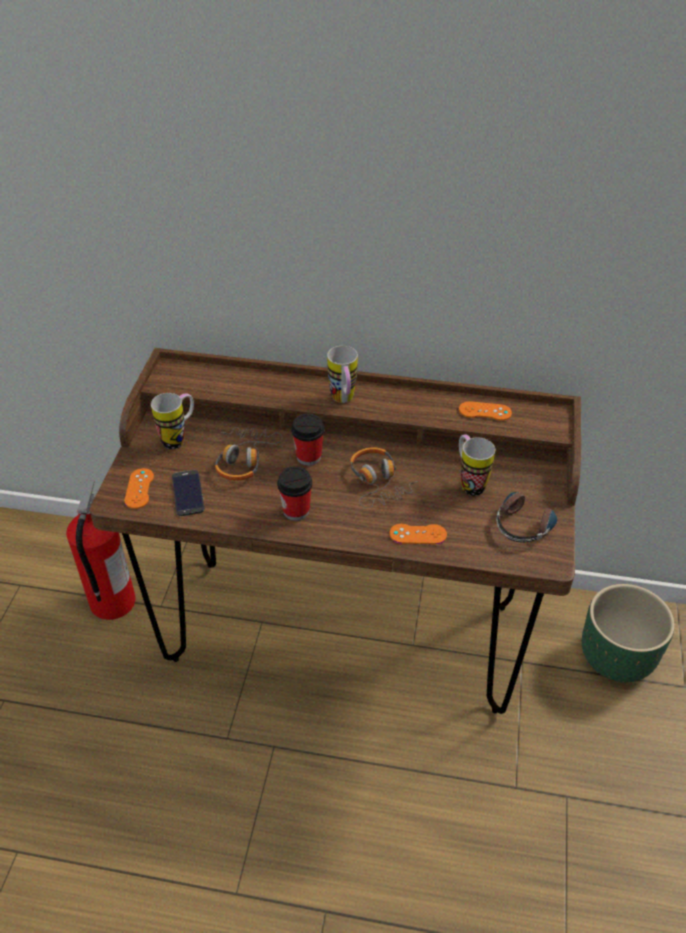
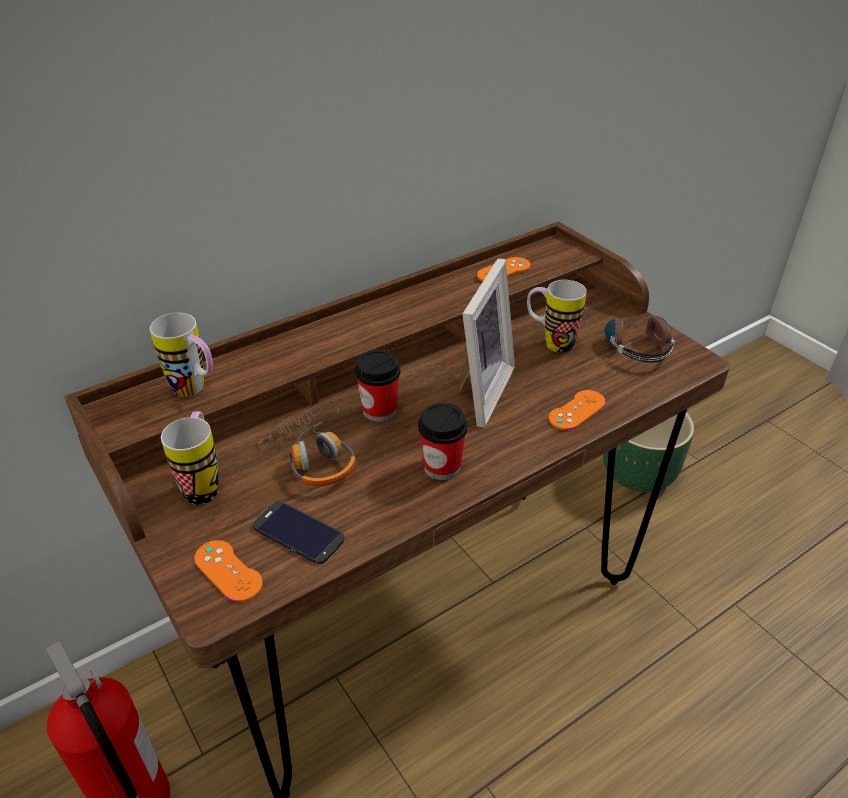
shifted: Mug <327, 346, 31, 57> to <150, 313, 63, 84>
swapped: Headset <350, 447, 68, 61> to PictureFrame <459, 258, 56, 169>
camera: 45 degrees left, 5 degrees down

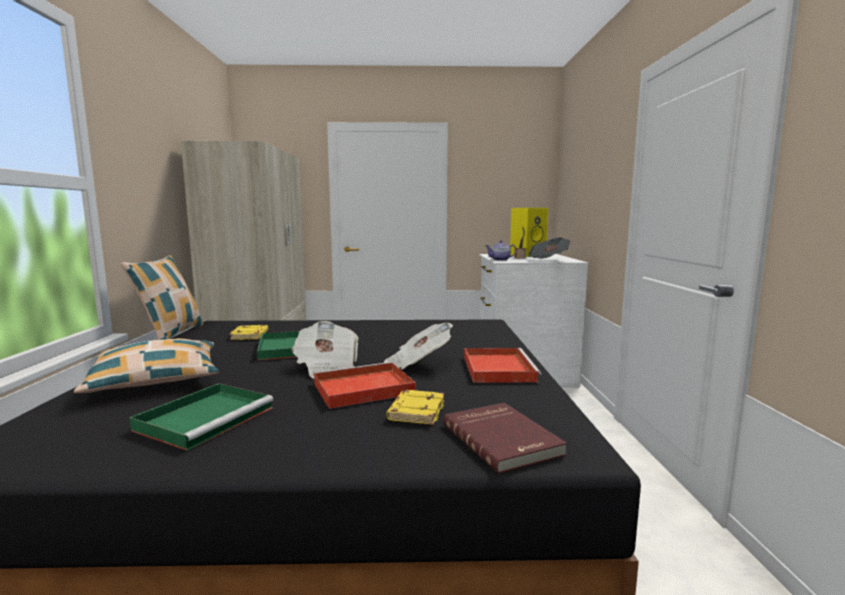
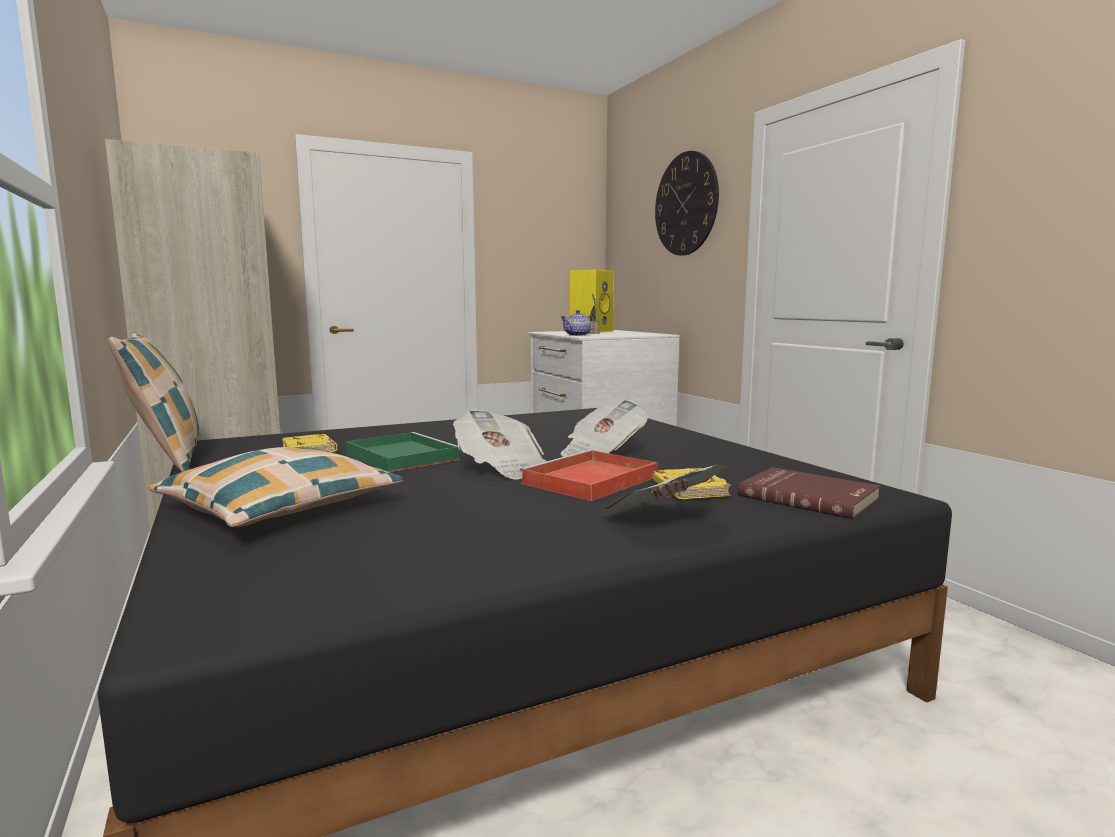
gone: GreenServingTray <129, 383, 144, 68>; RedServingTray <464, 348, 77, 35>
new: WallClock <655, 151, 64, 105>
shifted: Newspaper <528, 237, 43, 22> to <600, 464, 127, 48>
camera: 25 degrees left, 0 degrees up

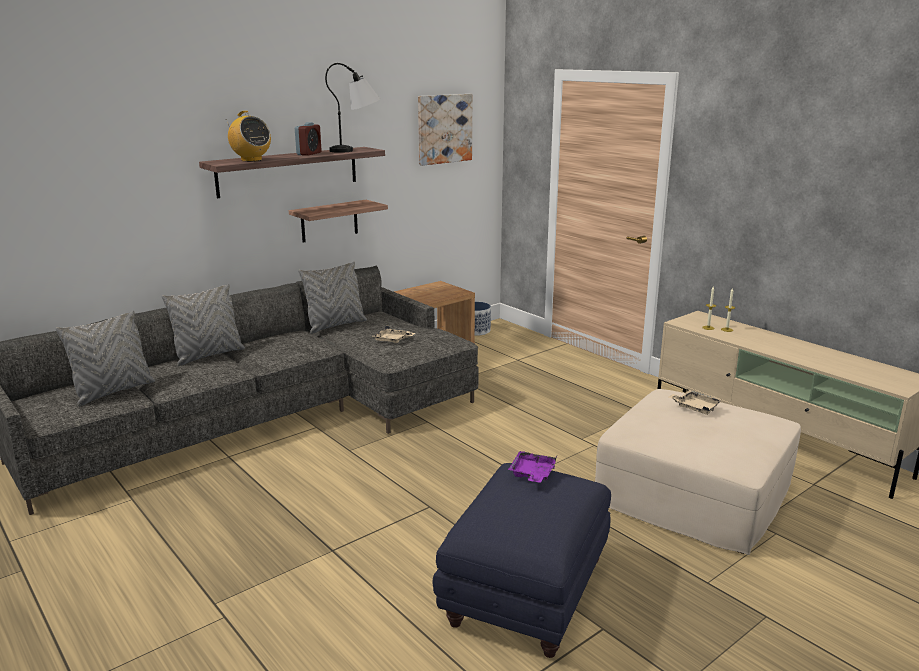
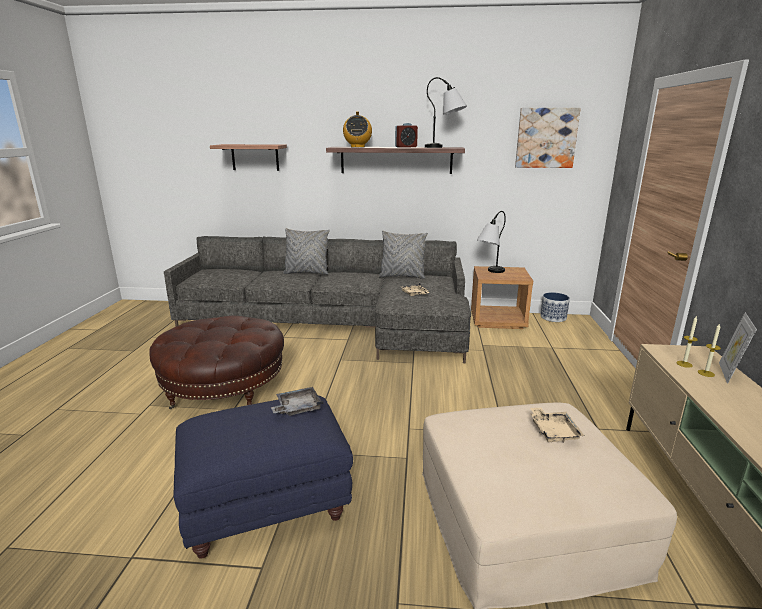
gone: GreyishPillow <56, 310, 99, 97>
new: BrownFootrest <149, 315, 135, 94>; LampForATable <477, 211, 29, 62>; PictureFrame <719, 313, 38, 71>
shifted: WallShelf <289, 200, 99, 43> to <210, 144, 77, 27>
repainted: PurplishServingTray <508, 451, 49, 32> to GreyishServingTray <271, 387, 52, 29>
camera: 45 degrees right, 0 degrees up

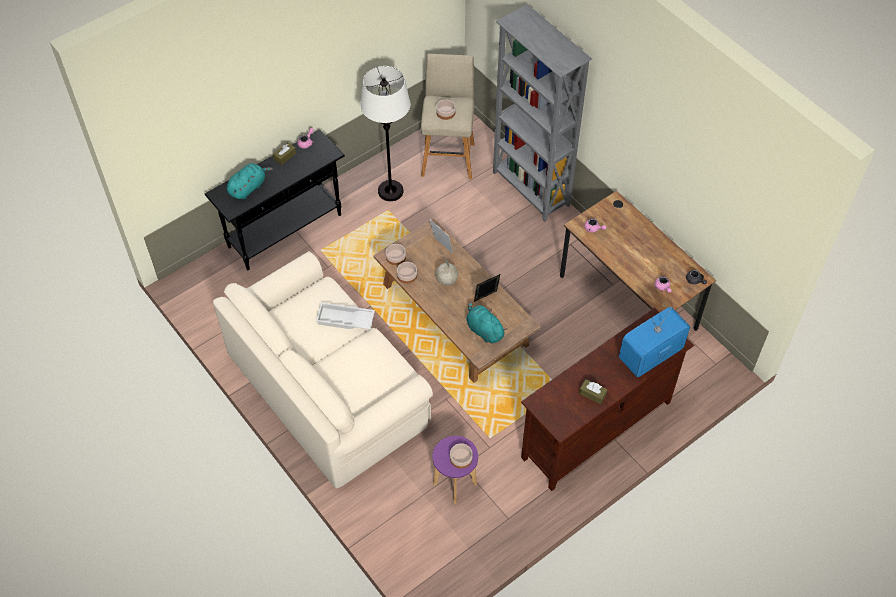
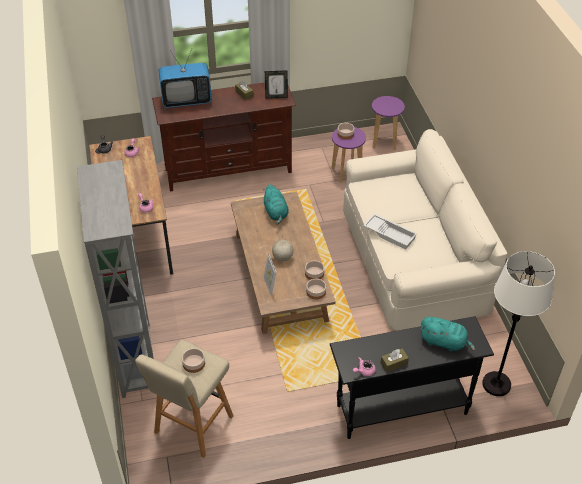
new: PurplishStoolSeat <372, 96, 33, 54>
shifted: PictureFrame <474, 274, 26, 28> to <265, 70, 23, 29>; WhitishStandardLamp <360, 66, 50, 135> to <482, 251, 73, 145>
rotated: TurquoiseColouredCuddlyToy <226, 163, 47, 36> = <420, 317, 55, 34> 135 degrees counterclockwise
camera: 155 degrees left, 10 degrees down

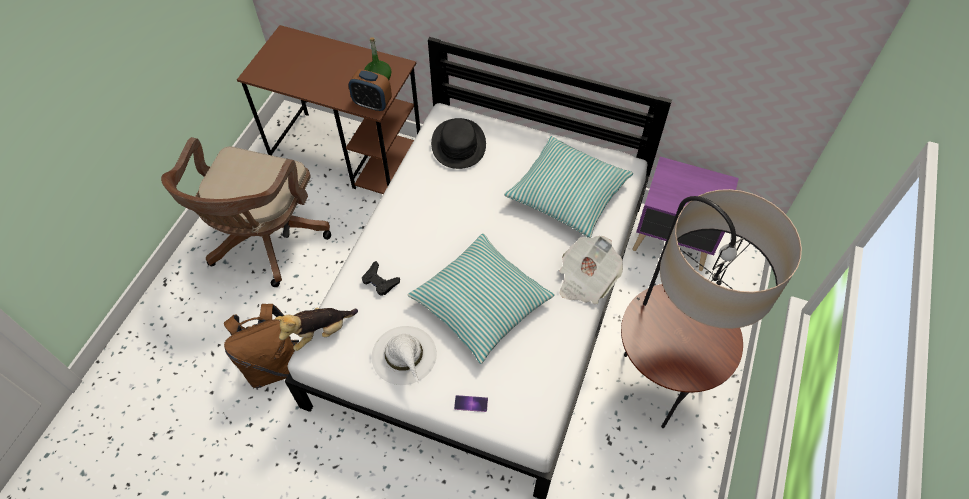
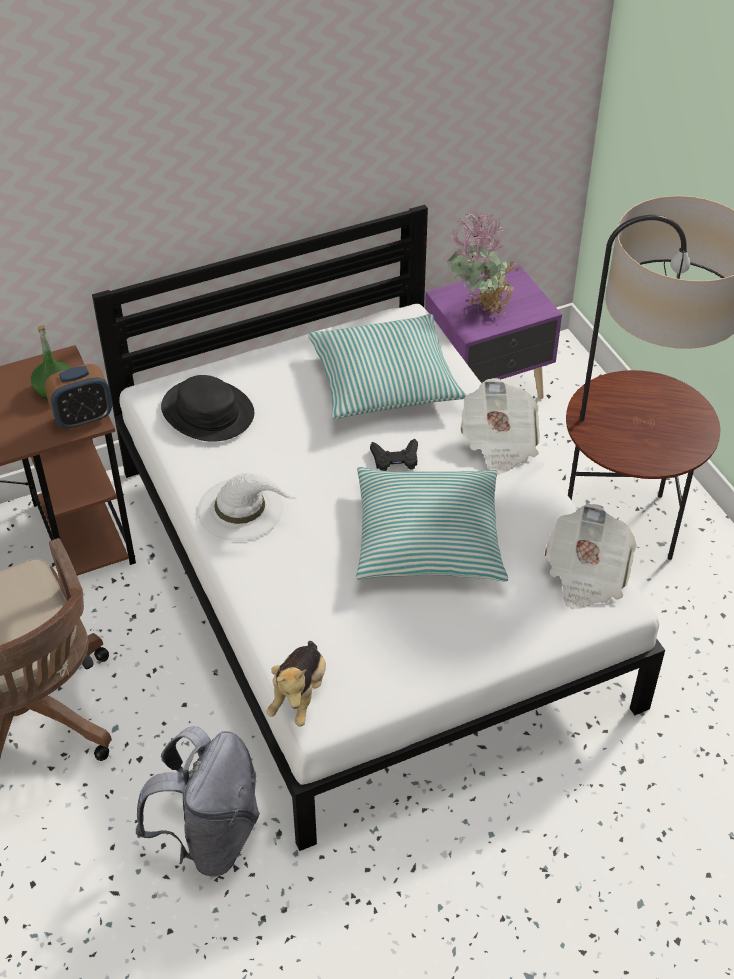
gone: Handset <454, 395, 34, 17>
new: Houseplant <448, 212, 72, 105>; Newspaper <545, 504, 91, 105>
shifted: WhitishClothingHat <372, 326, 65, 59> to <197, 473, 98, 68>; BlackColouredGamepad <362, 261, 38, 35> to <370, 439, 48, 32>
repainted: BrownBackpack <224, 304, 75, 84> to GreyishBackpack <136, 726, 124, 150>
camera: 45 degrees left, 10 degrees down

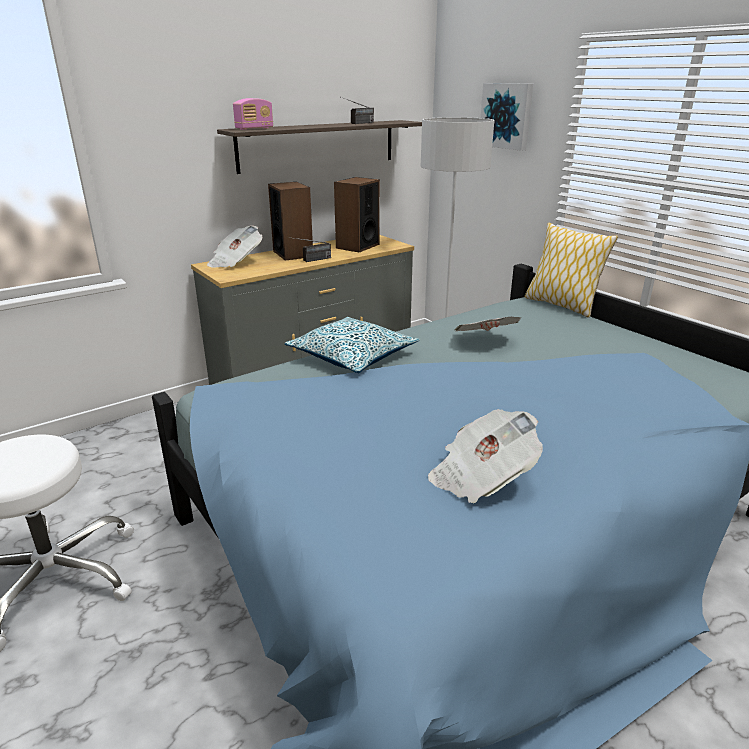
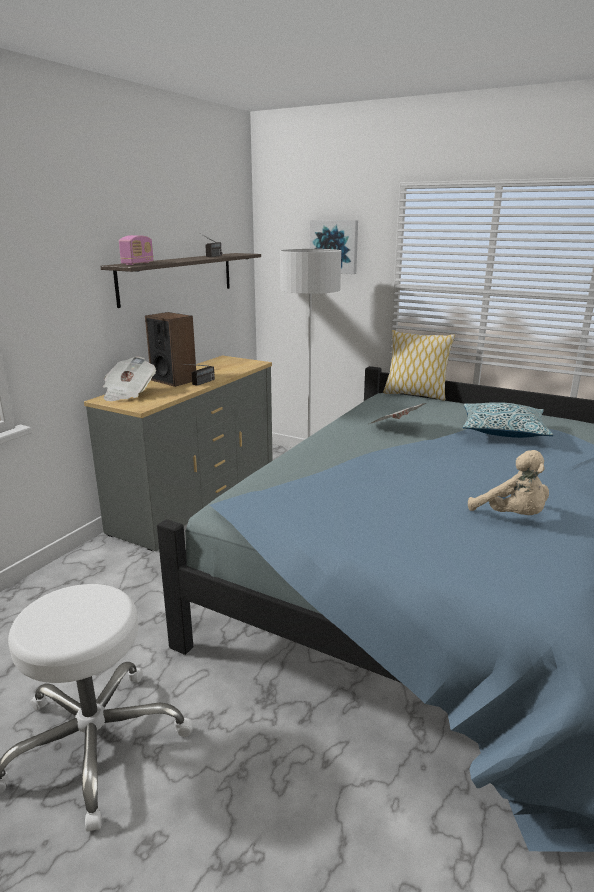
gone: Speaker <334, 177, 46, 75>
shifted: Pillow <285, 317, 135, 56> to <463, 402, 90, 36>
swapped: Newspaper <428, 409, 115, 95> to BeigeCuddlyToy <468, 450, 81, 65>
camera: 25 degrees left, 5 degrees down

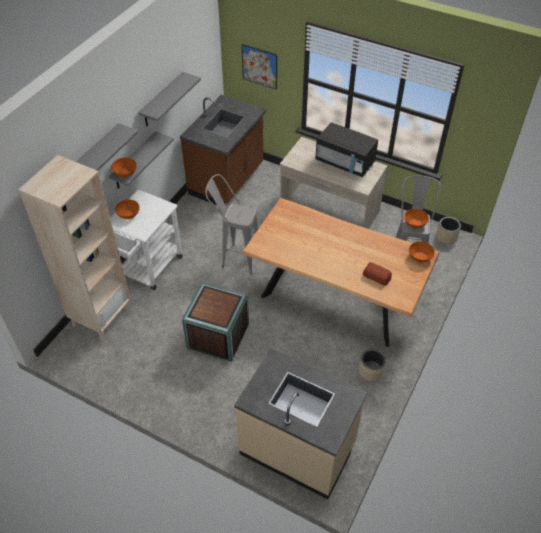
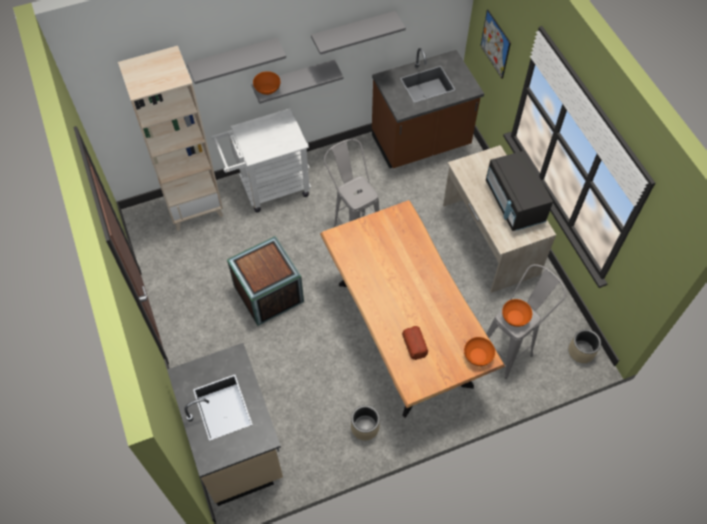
gone: OrangeyBowl <115, 200, 25, 19>
camera: 40 degrees right, 10 degrees up

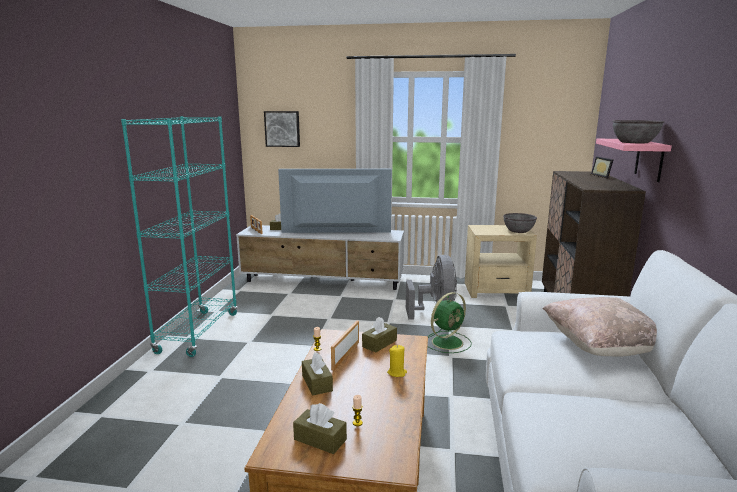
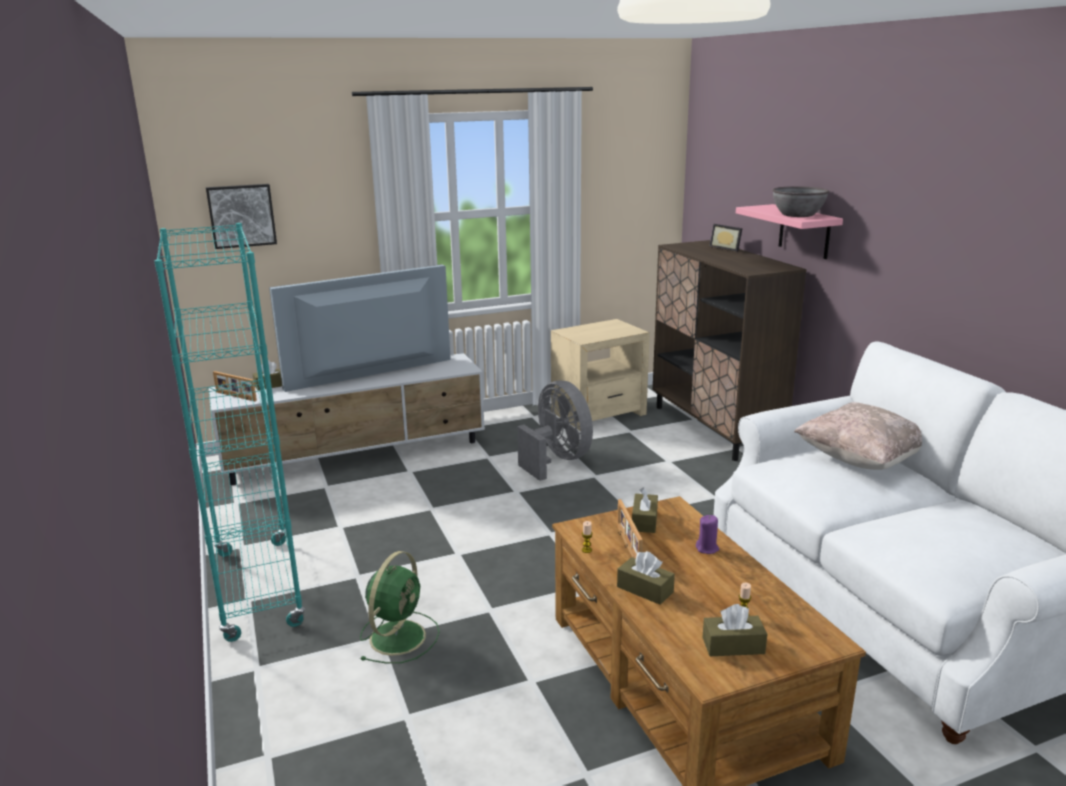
gone: GreyishBowl <503, 213, 34, 20>
shifted: GreenFan <427, 292, 45, 61> to <360, 551, 79, 112>
repainted: YellowishWaxLight <387, 345, 20, 32> to PurplishWaxLight <696, 515, 23, 39>
camera: 30 degrees left, 5 degrees up

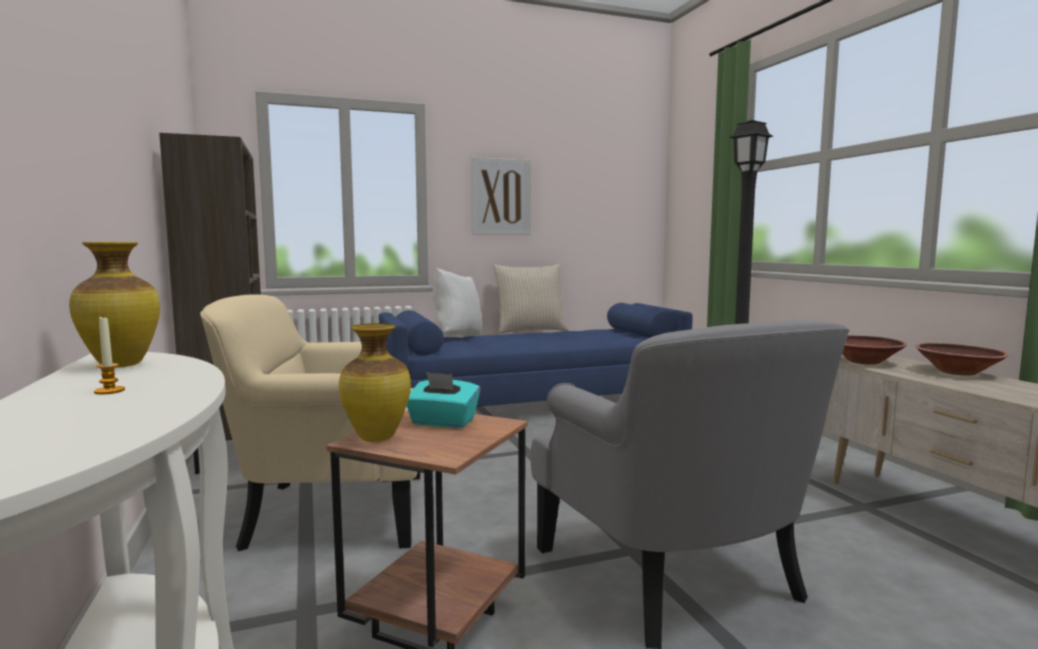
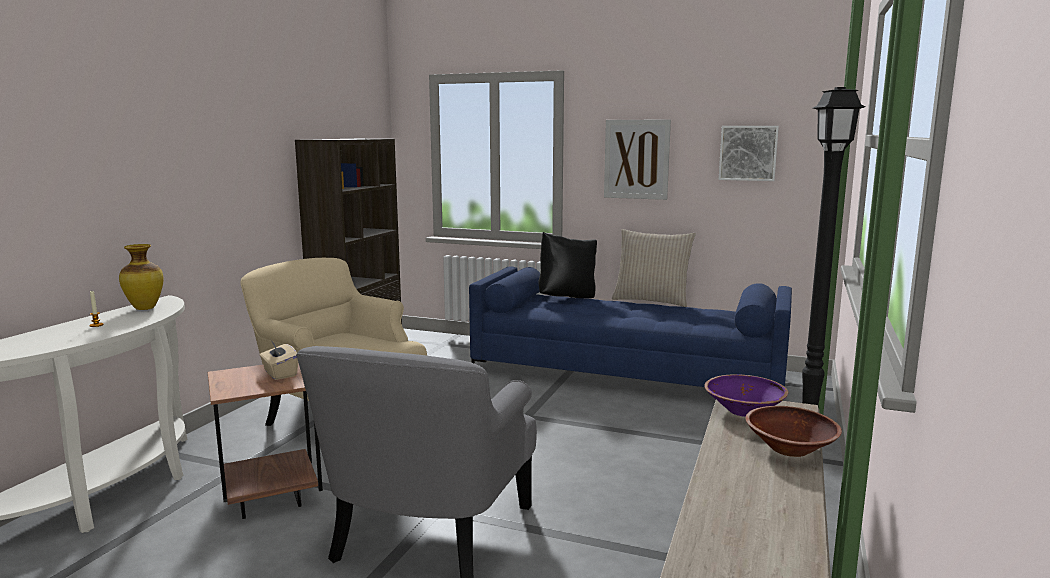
gone: Vase <339, 323, 72, 119>
new: WallPicture <719, 126, 60, 55>
repainted: TurquoiseColouredBoxOfTissues <407, 372, 73, 56> to BeigeBoxOfTissues <260, 340, 38, 40>; WhitishPillow <433, 268, 49, 68> to BlackColouredPillow <538, 232, 59, 66>; BrownBowl <842, 335, 65, 30> to PurplishBowl <704, 374, 84, 43>
camera: 40 degrees right, 5 degrees up

